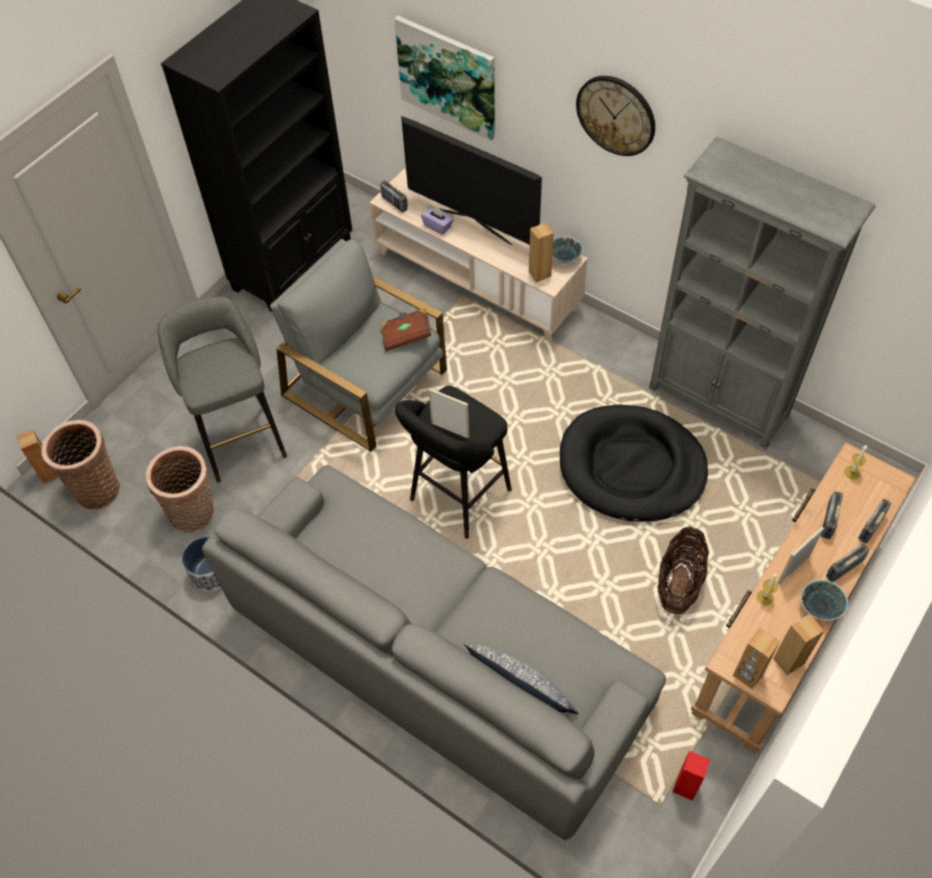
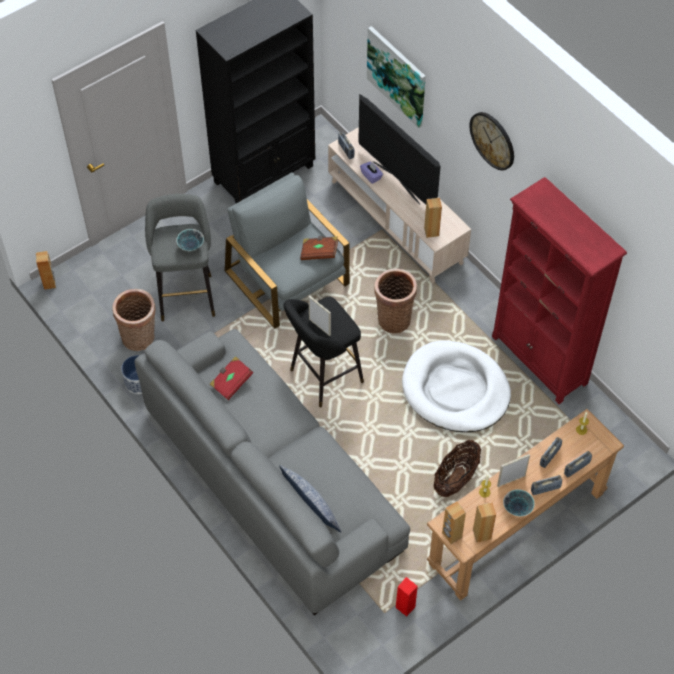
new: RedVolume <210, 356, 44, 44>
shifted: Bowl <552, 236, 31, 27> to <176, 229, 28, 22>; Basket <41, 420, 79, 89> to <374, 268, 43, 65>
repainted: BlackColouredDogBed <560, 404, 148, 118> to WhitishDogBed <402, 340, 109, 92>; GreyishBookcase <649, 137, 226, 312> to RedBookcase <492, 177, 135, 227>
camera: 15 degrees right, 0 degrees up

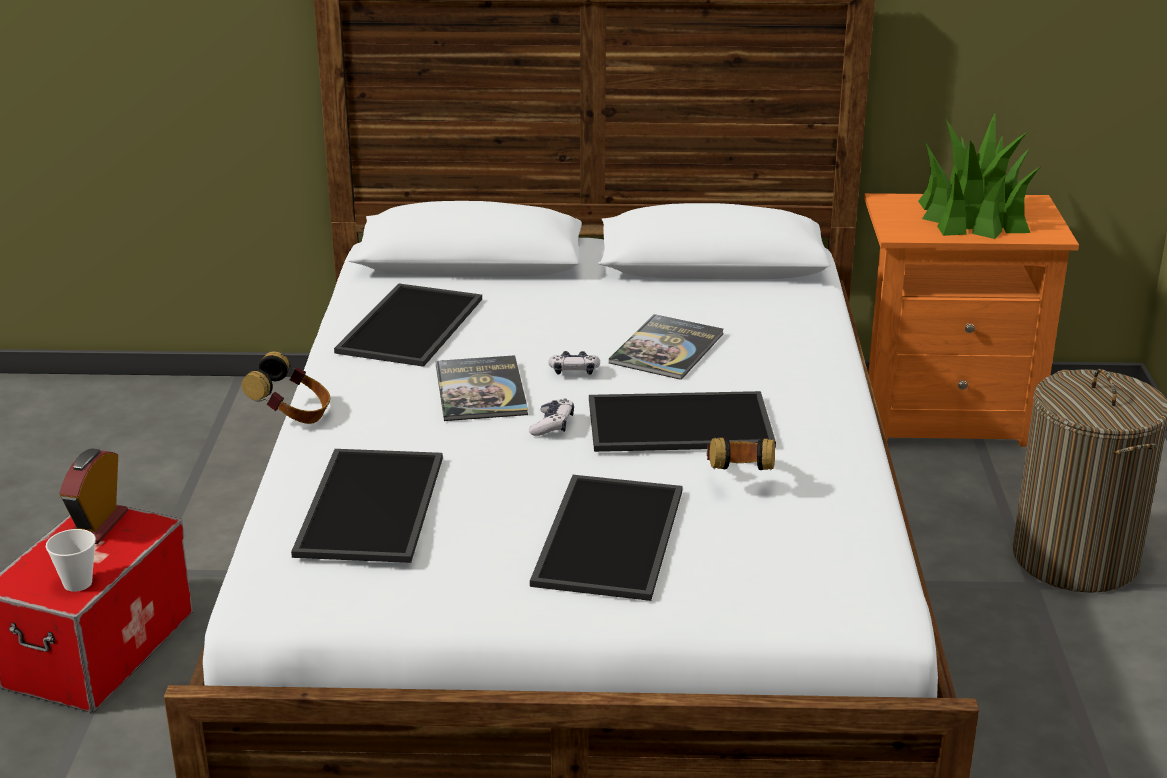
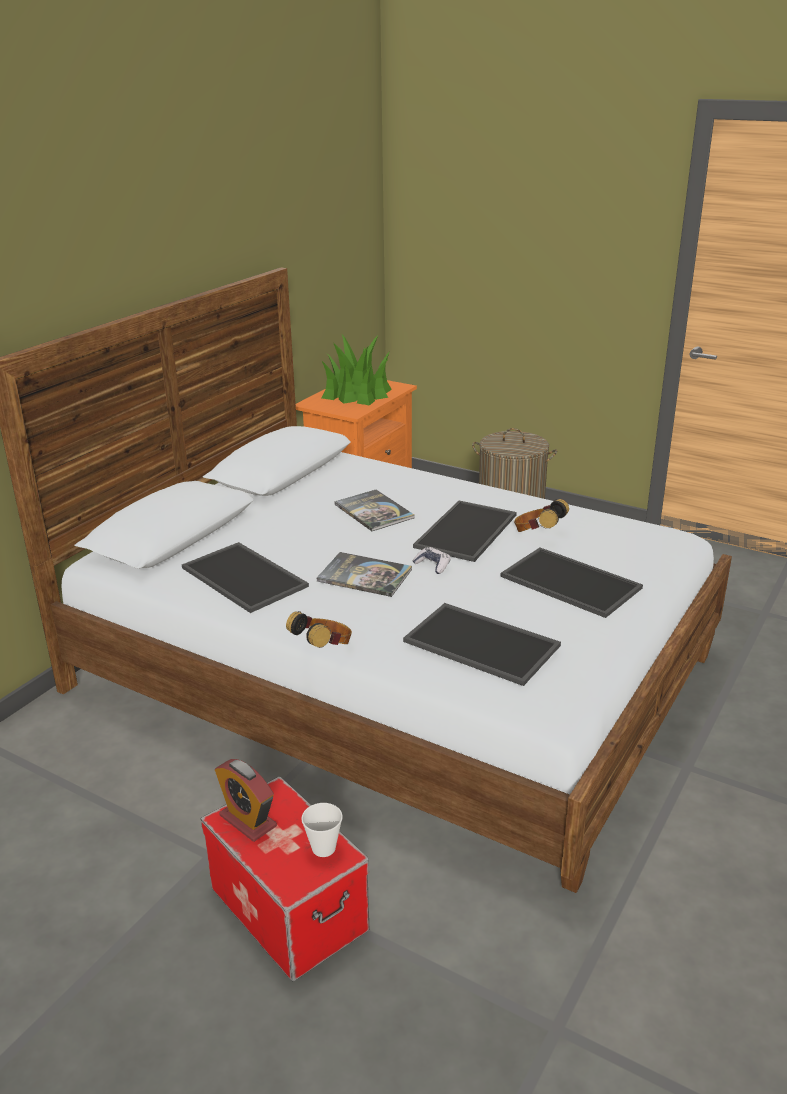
gone: Gamepad <548, 351, 52, 24>
camera: 60 degrees left, 0 degrees up

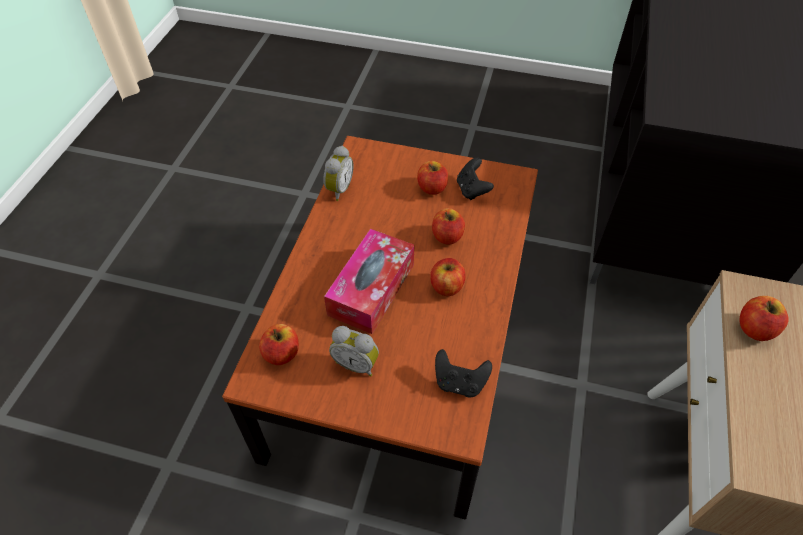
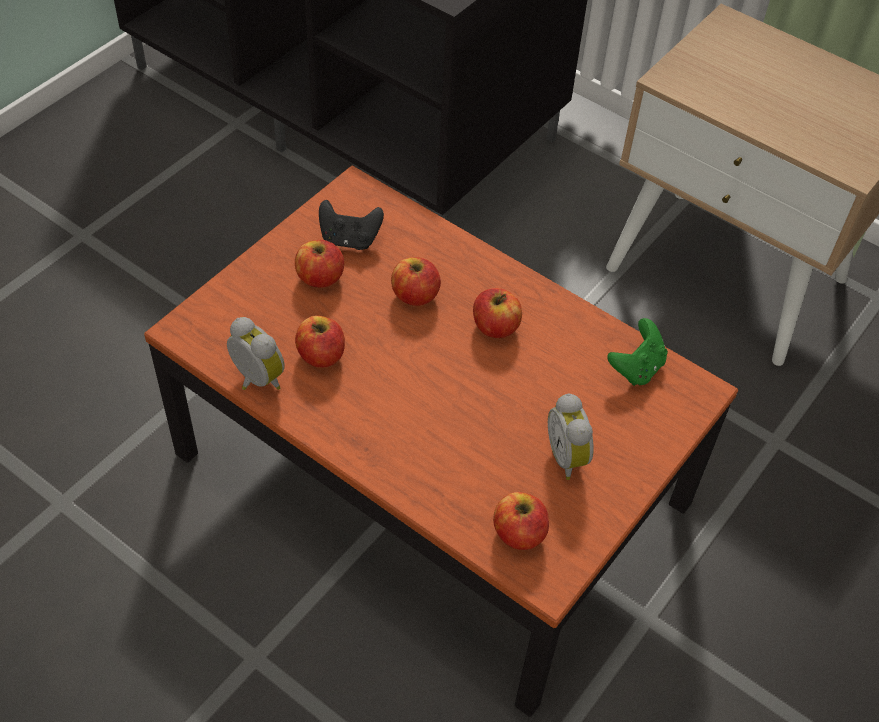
gone: BoxOfTissues <324, 229, 90, 105>
shifted: WholeApple <740, 296, 49, 45> to <295, 316, 50, 52>
repainted: BlackColouredGamepad <435, 349, 57, 48> to GreenGamepad <607, 318, 61, 68>
rotated: AlarmClock <329, 326, 50, 51> = <548, 393, 46, 87> 120 degrees clockwise
camera: 70 degrees left, 0 degrees up

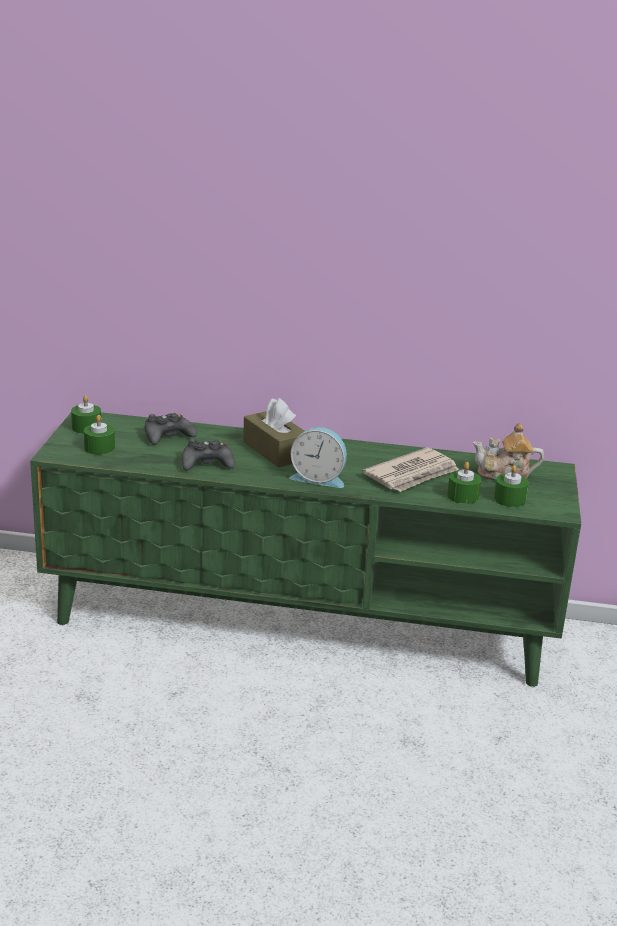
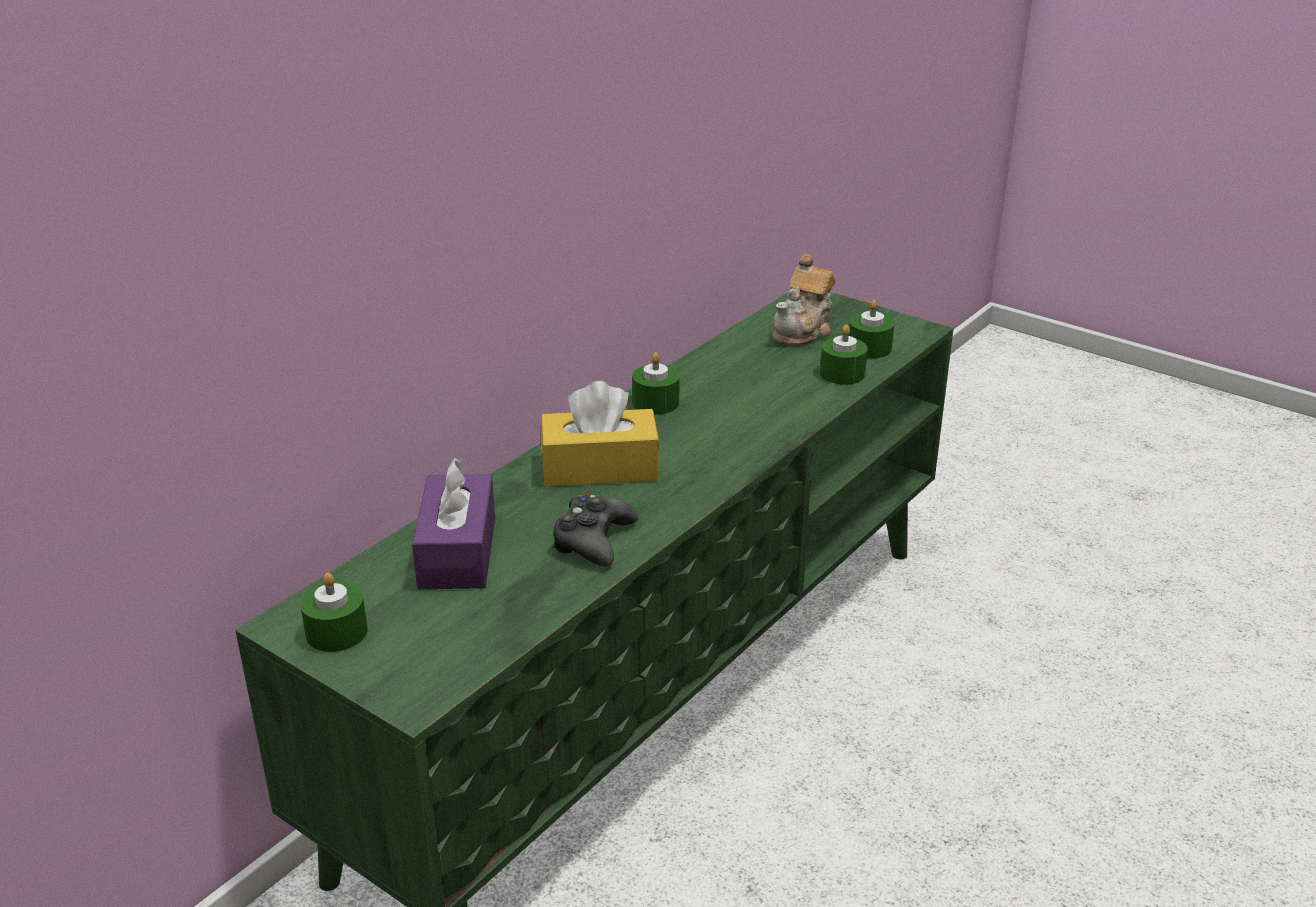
gone: AlarmClock <290, 427, 57, 61>; Newspaper <362, 447, 97, 45>
shifted: GreenWaxLight <84, 415, 31, 40> to <632, 352, 48, 63>
swapped: BlackColouredGamepad <145, 413, 52, 32> to PurplishBoxOfTissues <412, 457, 83, 132>
repainted: BrownBoxOfTissues <243, 398, 61, 70> to YellowishBoxOfTissues <541, 381, 119, 106>
camera: 60 degrees left, 5 degrees up

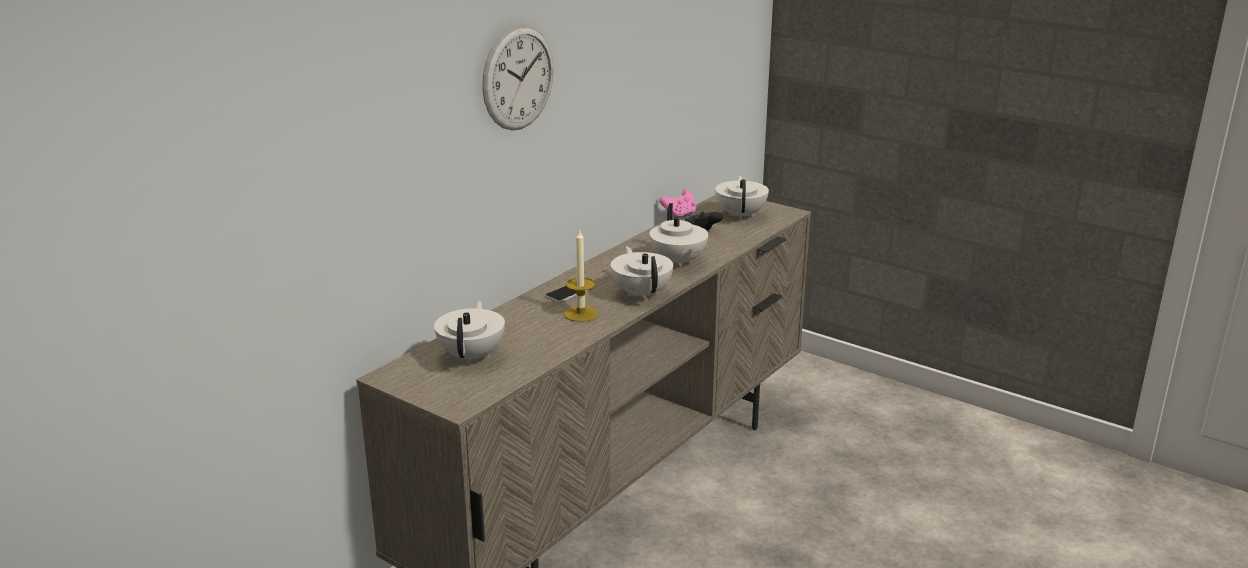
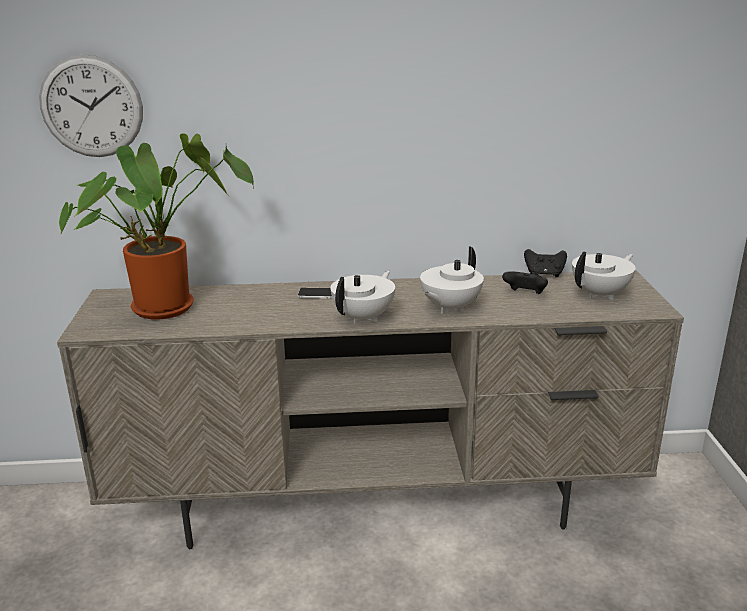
gone: WaxLight <564, 229, 34, 93>
shifted: WallClock <482, 25, 72, 106> to <39, 54, 104, 103>
swapped: WhitishTeapot <434, 300, 71, 64> to Houseplant <59, 134, 195, 186>
repainted: PinkishGamepad <659, 189, 37, 29> to BlackColouredGamepad <524, 249, 43, 28>
camera: 50 degrees right, 0 degrees up

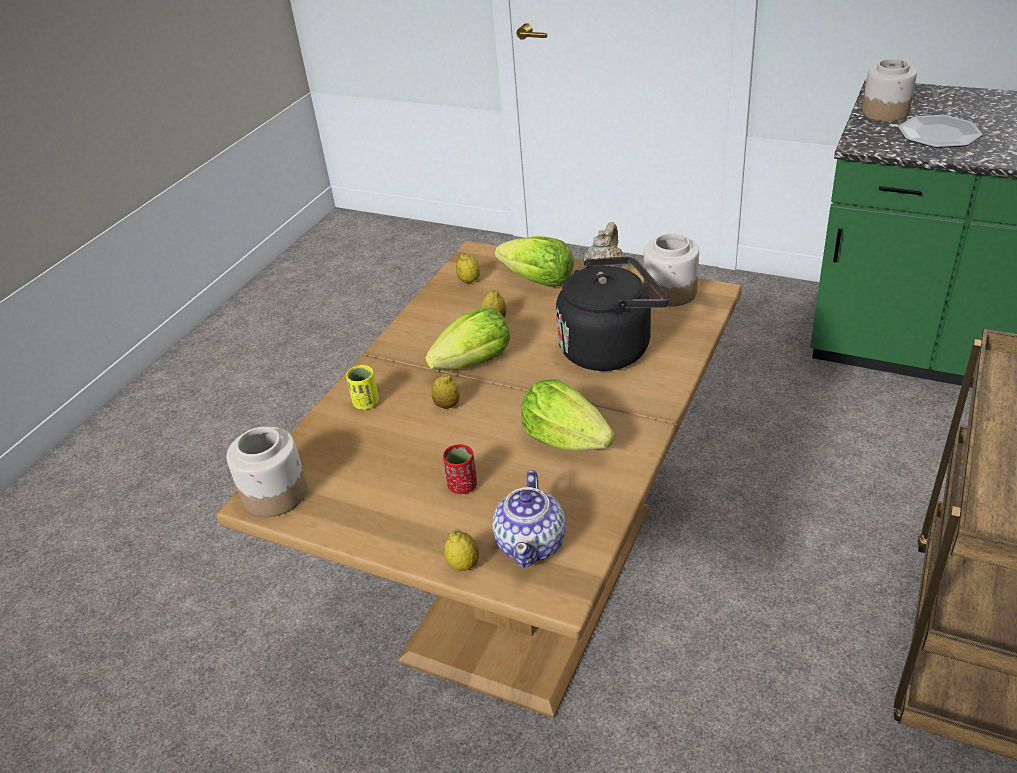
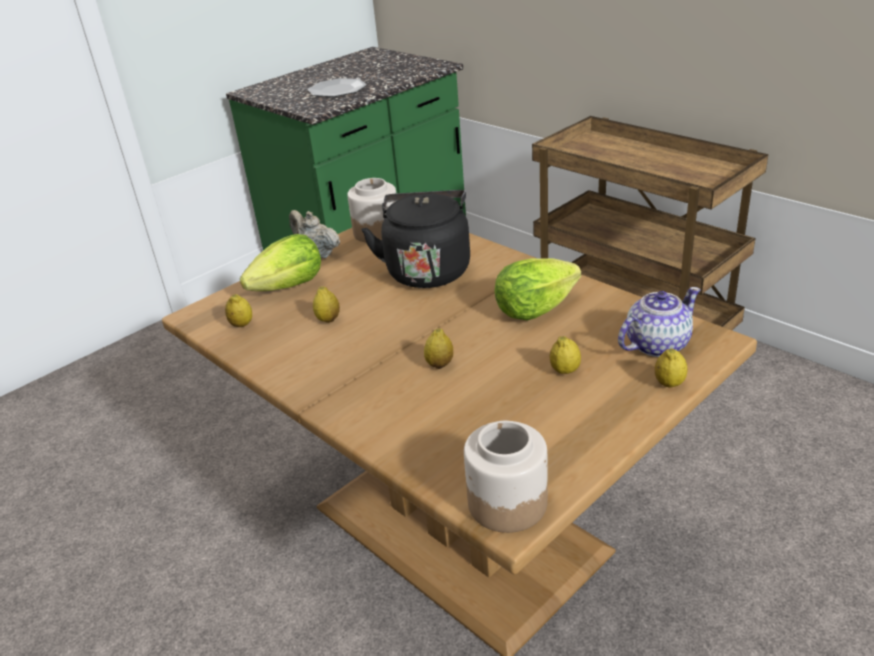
gone: YellowishDrinkingCup <346, 365, 33, 45>; LettuceHead <425, 308, 85, 62>; StorageJar <862, 59, 55, 63>
swapped: RedDrinkingCup <443, 444, 34, 50> to WholeLemon <549, 336, 32, 38>
rotated: Teapot <493, 470, 73, 98> = <618, 287, 83, 70> 60 degrees counterclockwise
camera: 70 degrees left, 5 degrees down

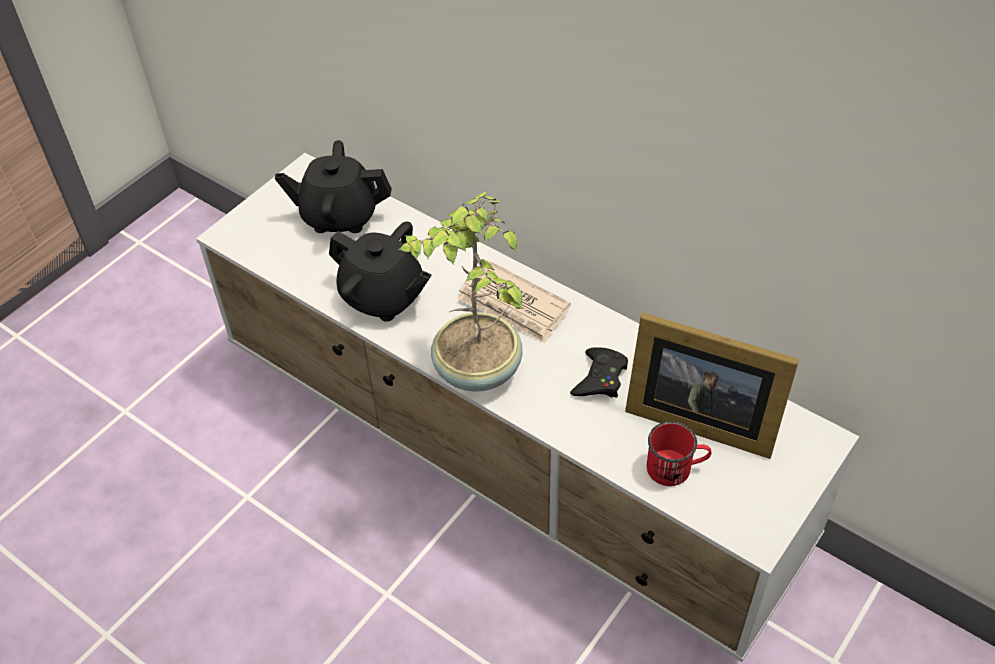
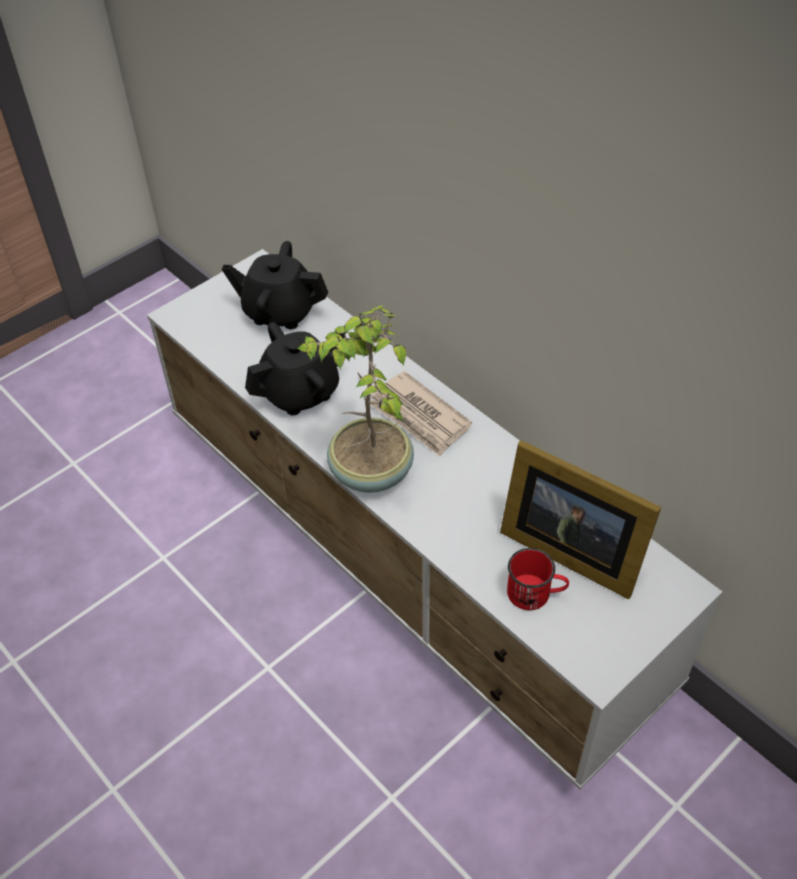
gone: BlackColouredGamepad <570, 347, 58, 51>
rotated: BlackColouredTeapot <329, 221, 102, 101> = <245, 322, 101, 94> 75 degrees counterclockwise
camera: 10 degrees right, 0 degrees up

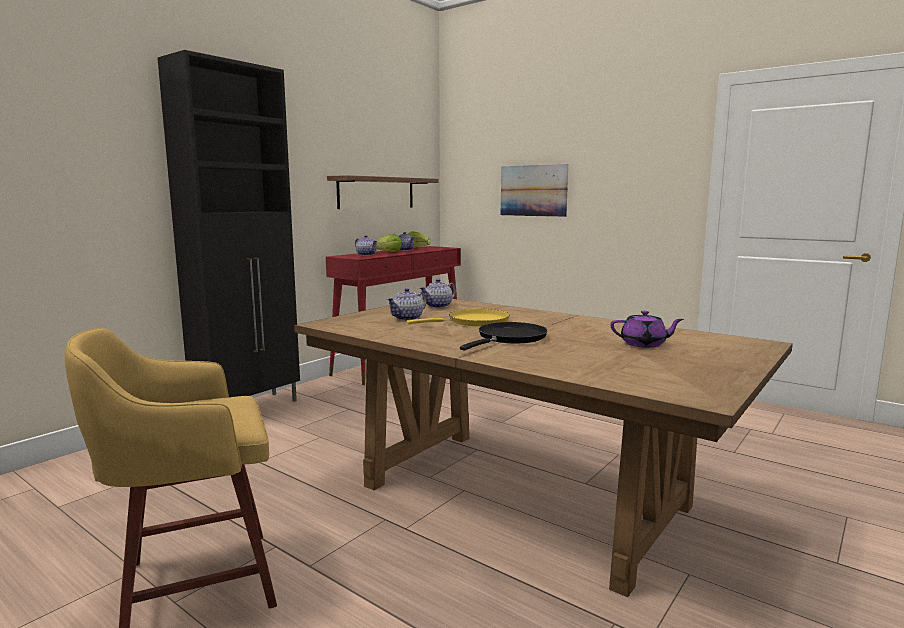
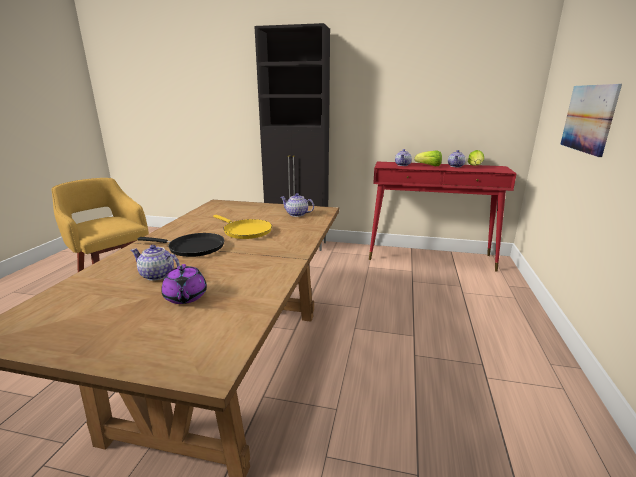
gone: WallShelf <327, 175, 111, 34>
shifted: Teapot <387, 288, 40, 33> to <131, 245, 49, 36>
camera: 65 degrees right, 10 degrees up

